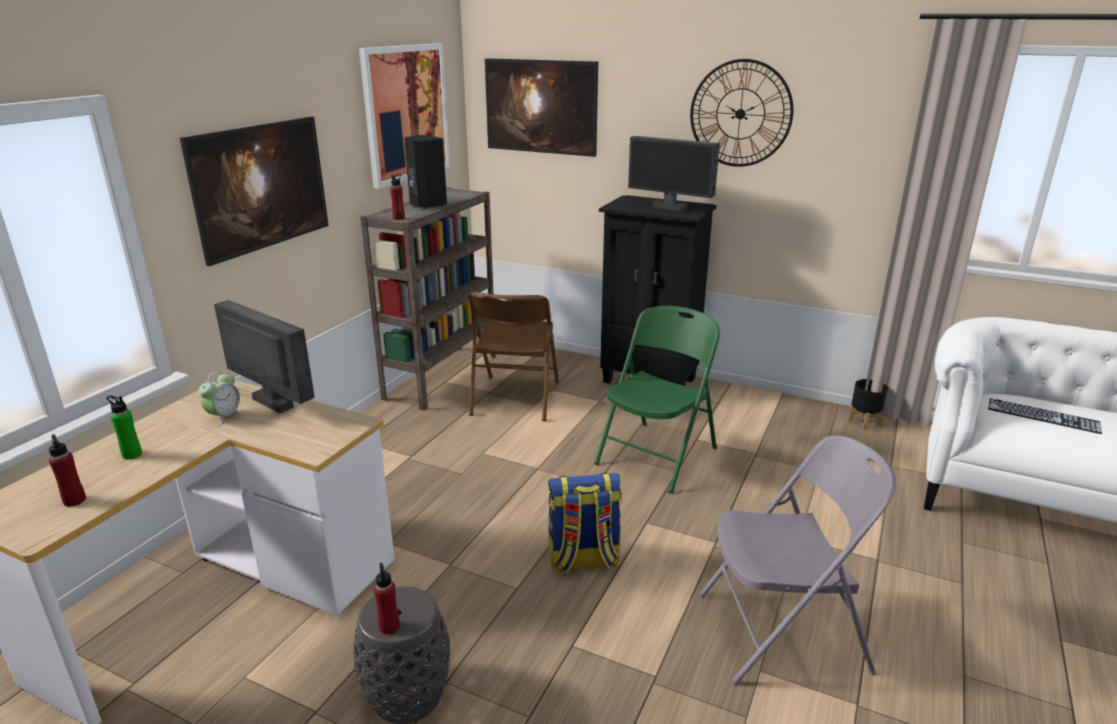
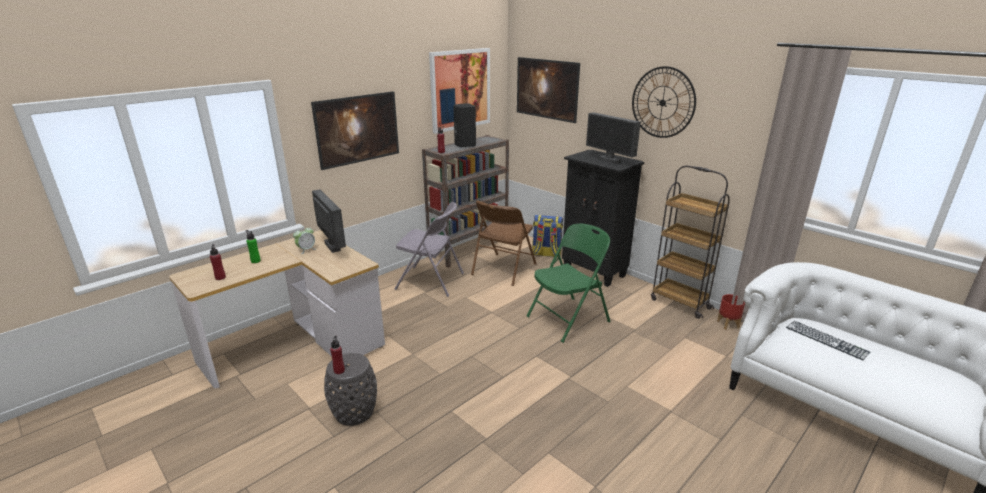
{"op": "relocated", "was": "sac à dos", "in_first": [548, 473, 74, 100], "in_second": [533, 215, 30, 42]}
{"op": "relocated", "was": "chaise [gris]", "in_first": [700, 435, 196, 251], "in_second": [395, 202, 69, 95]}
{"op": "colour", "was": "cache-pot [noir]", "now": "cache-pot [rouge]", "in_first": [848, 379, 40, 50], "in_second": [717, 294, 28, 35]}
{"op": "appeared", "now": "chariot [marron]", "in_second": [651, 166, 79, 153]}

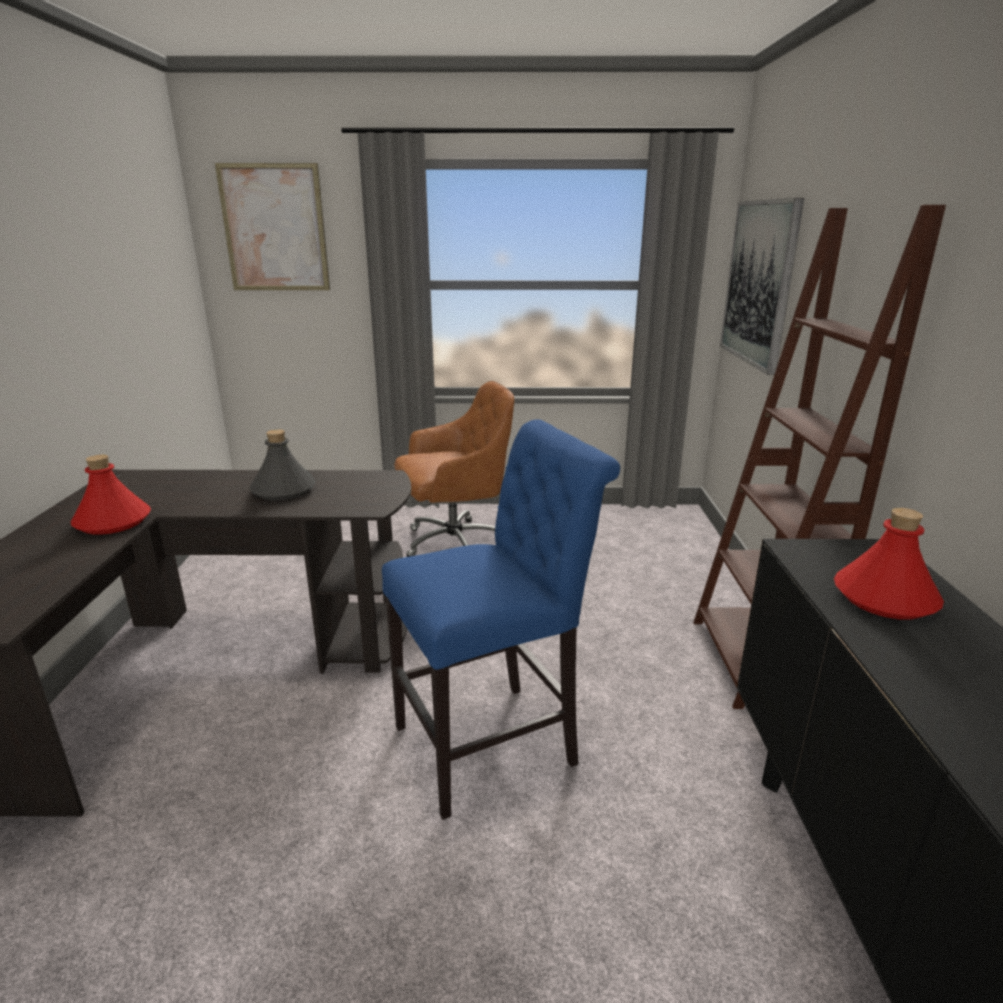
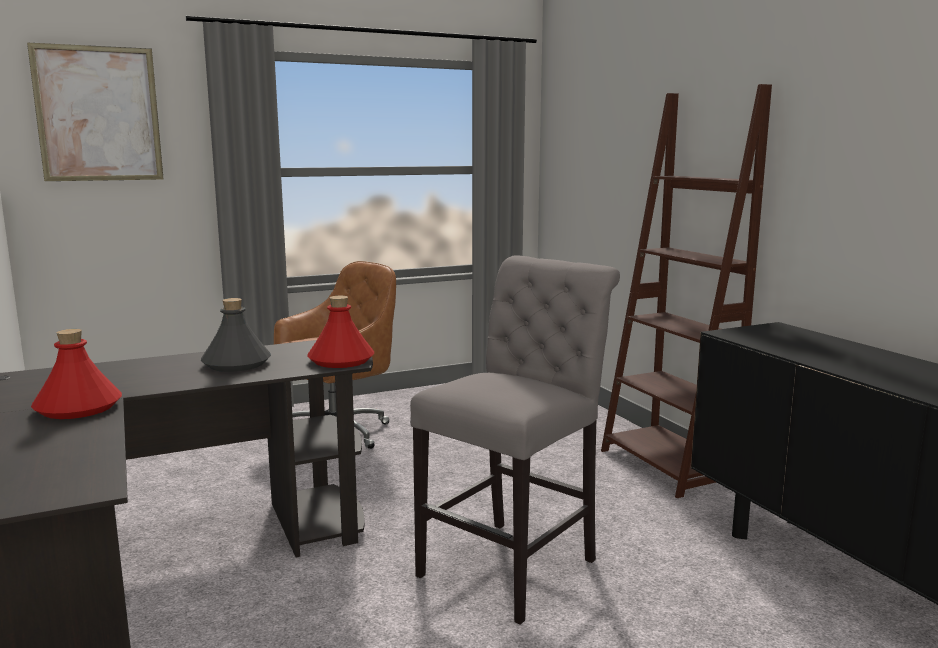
{"op": "colour", "was": "tabouret [bleu]", "now": "tabouret [gris]", "in_first": [382, 419, 238, 401], "in_second": [410, 255, 210, 370]}
{"op": "missing", "was": "tableau", "in_first": [720, 198, 85, 177]}
{"op": "relocated", "was": "bouteille [rouge]", "in_first": [834, 508, 110, 111], "in_second": [307, 296, 67, 72]}

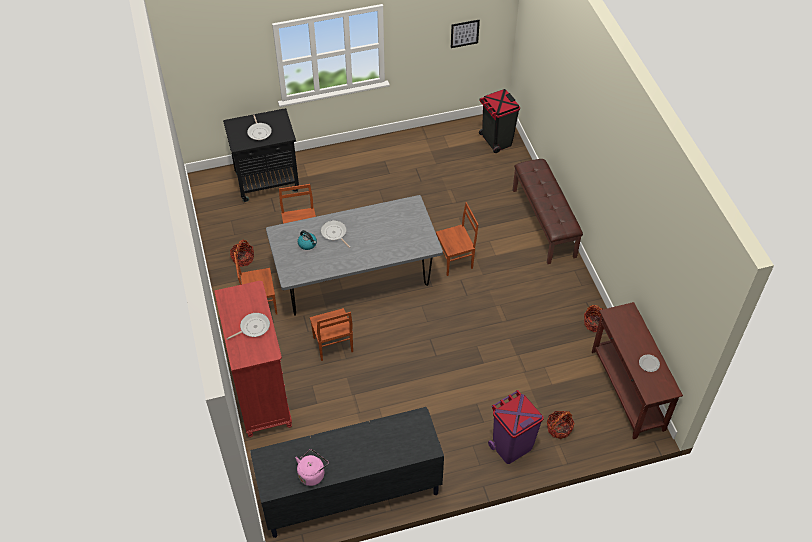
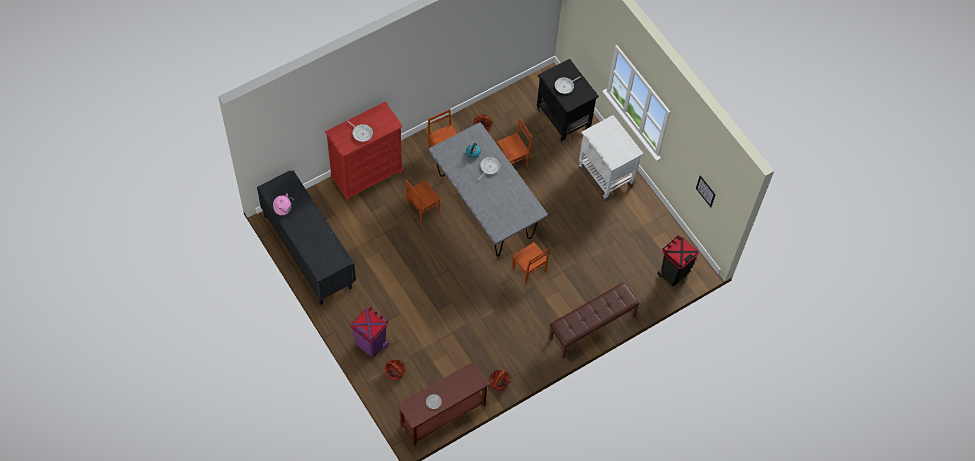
{"op": "appeared", "now": "chariot [blanc]", "in_second": [579, 115, 65, 84]}

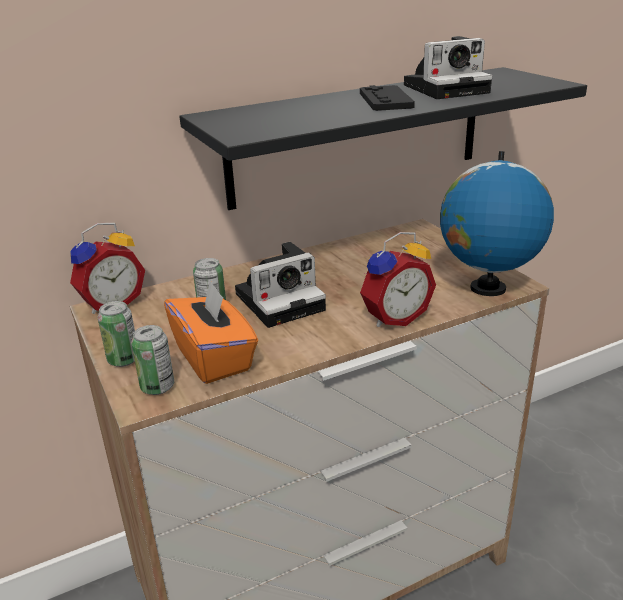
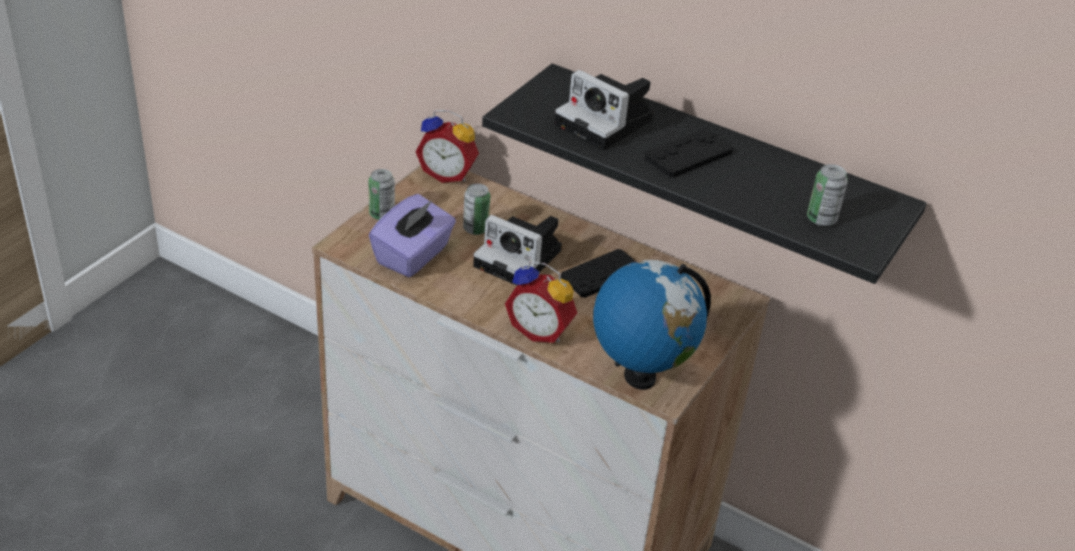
{"op": "relocated", "was": "boîte métallique", "in_first": [131, 325, 43, 70], "in_second": [807, 164, 41, 62]}
{"op": "colour", "was": "boîte à mouchoirs [orange]", "now": "boîte à mouchoirs [violet]", "in_first": [164, 279, 94, 105], "in_second": [369, 194, 87, 83]}
{"op": "relocated", "was": "appareil photo", "in_first": [404, 36, 88, 63], "in_second": [555, 70, 98, 80]}
{"op": "appeared", "now": "manette [noir]", "in_second": [561, 249, 75, 49]}

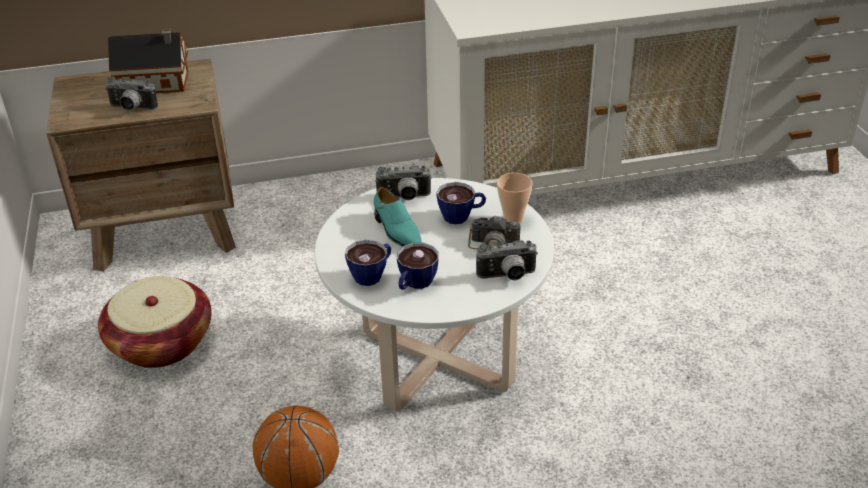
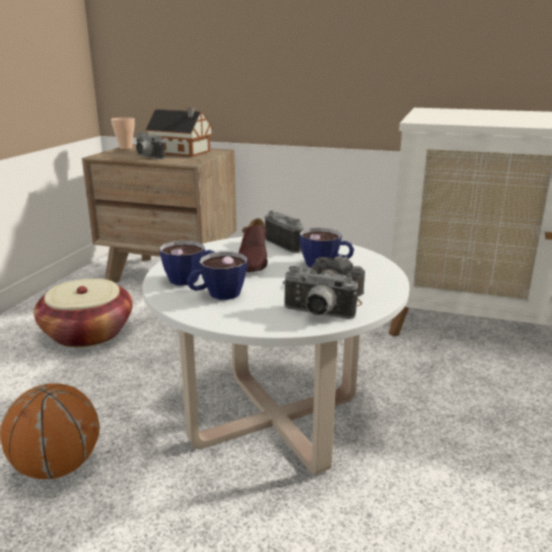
{"op": "colour", "was": "chaussure [turquoise]", "now": "chaussure [marron]", "in_first": [374, 187, 47, 60], "in_second": [239, 218, 29, 54]}
{"op": "spun", "was": "appareil photo", "in_first": [375, 166, 57, 34], "in_second": [265, 211, 38, 42], "clockwise": -150}
{"op": "relocated", "was": "tasse", "in_first": [497, 173, 36, 51], "in_second": [111, 117, 24, 32]}

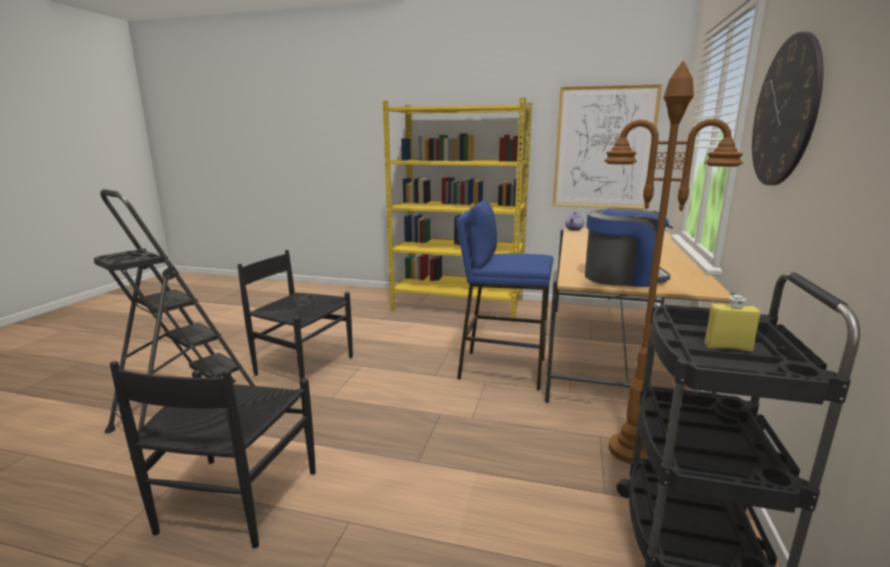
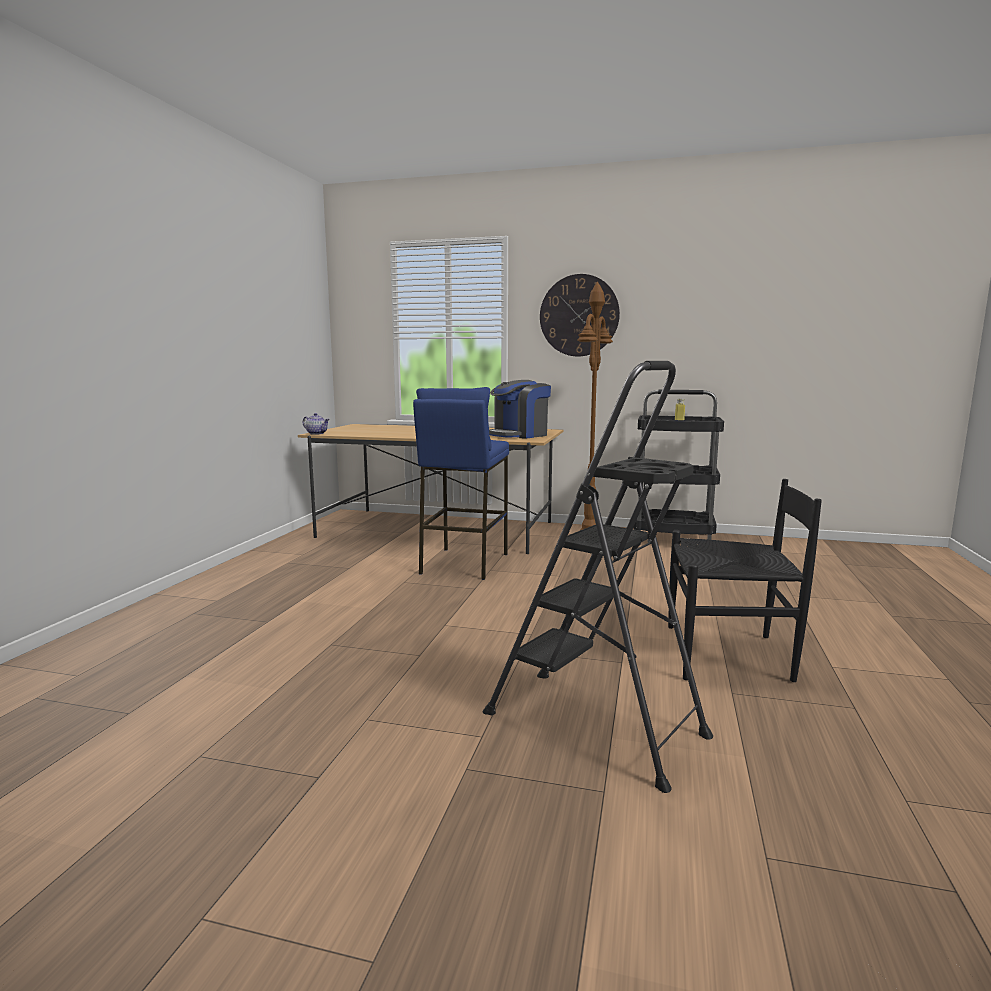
{"op": "missing", "was": "chaise [noir]", "in_first": [238, 250, 115, 130]}
{"op": "missing", "was": "bibliothèque [jaune]", "in_first": [383, 98, 149, 224]}
{"op": "missing", "was": "tableau", "in_first": [552, 84, 110, 125]}
{"op": "spun", "was": "machine à café", "in_first": [585, 208, 88, 79], "in_second": [489, 380, 62, 59], "clockwise": -135}

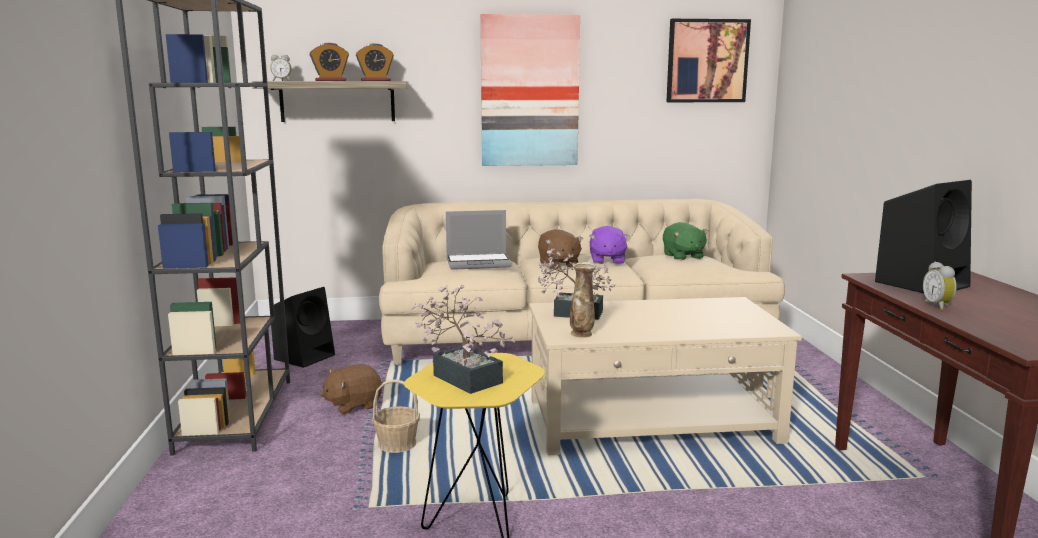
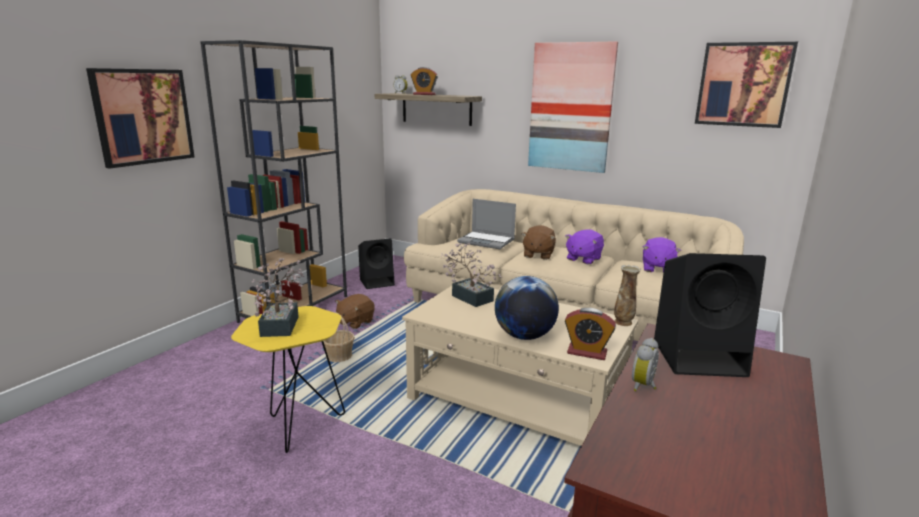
{"op": "spun", "was": "peluche [marron]", "in_first": [320, 364, 62, 51], "in_second": [335, 294, 40, 35], "clockwise": -60}
{"op": "relocated", "was": "réveil", "in_first": [356, 43, 38, 38], "in_second": [565, 308, 51, 52]}
{"op": "relocated", "was": "vase", "in_first": [570, 262, 27, 76], "in_second": [614, 265, 27, 61]}
{"op": "colour", "was": "peluche [vert]", "now": "peluche [violet]", "in_first": [663, 222, 46, 38], "in_second": [643, 237, 38, 36]}
{"op": "appeared", "now": "tableau", "in_second": [86, 68, 108, 101]}
{"op": "appeared", "now": "globe", "in_second": [495, 276, 64, 64]}

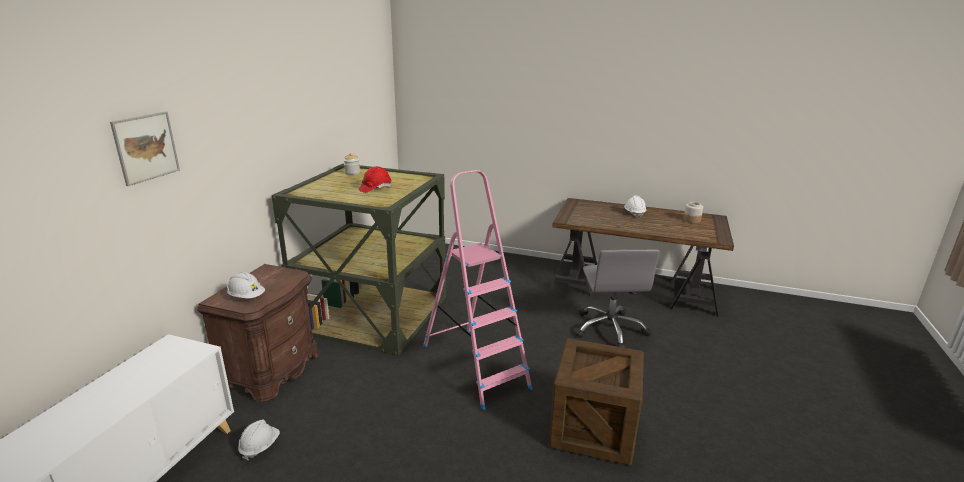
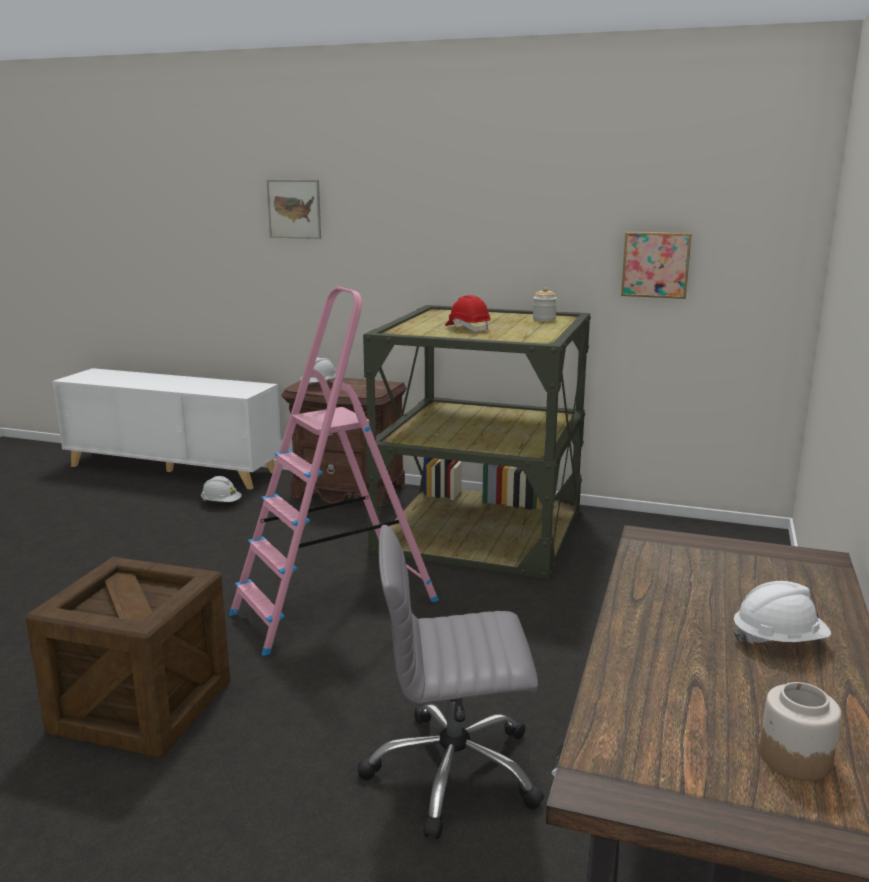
{"op": "appeared", "now": "tableau", "in_second": [621, 231, 71, 68]}

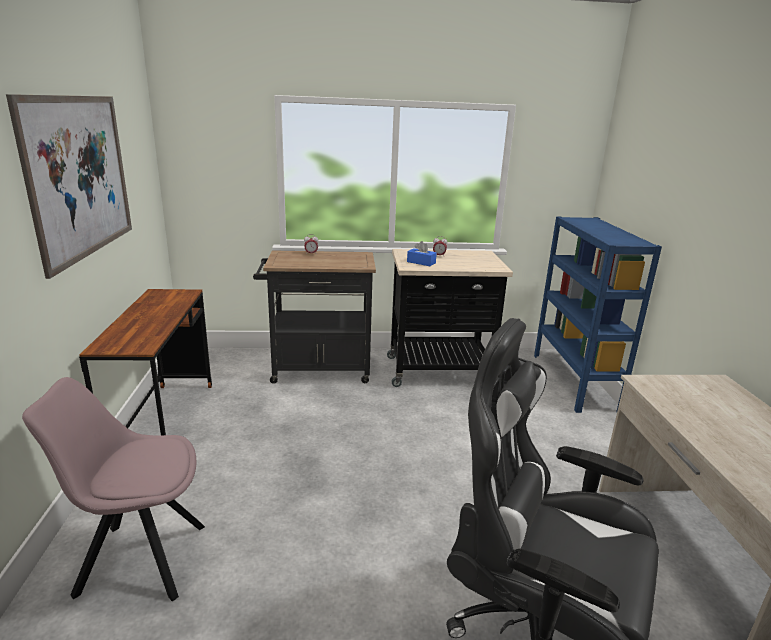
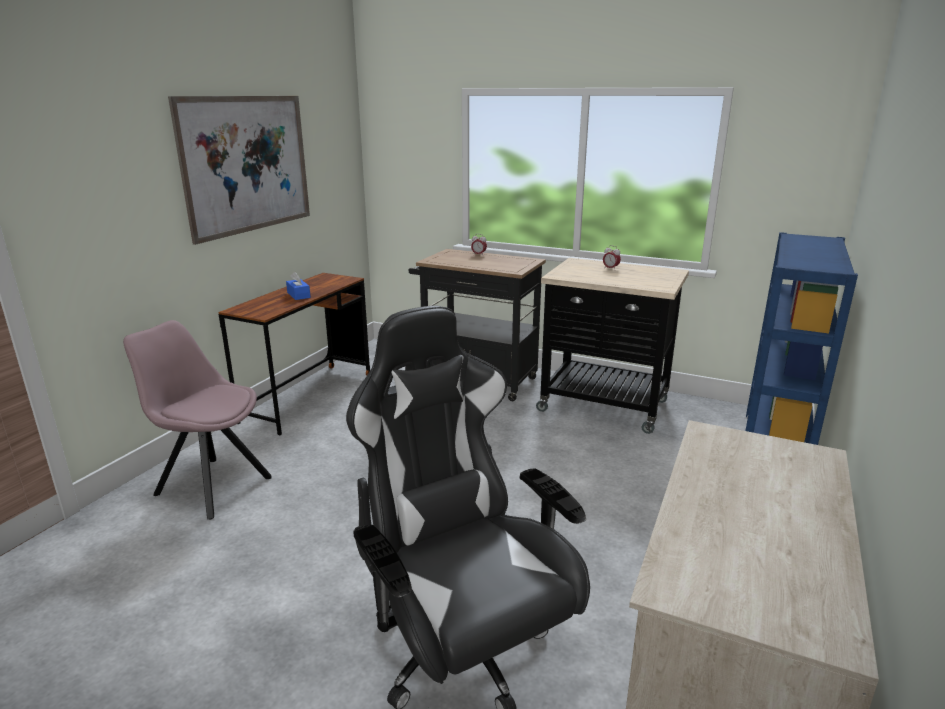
{"op": "relocated", "was": "boîte à mouchoirs [bleu]", "in_first": [407, 241, 30, 25], "in_second": [286, 272, 25, 28]}

